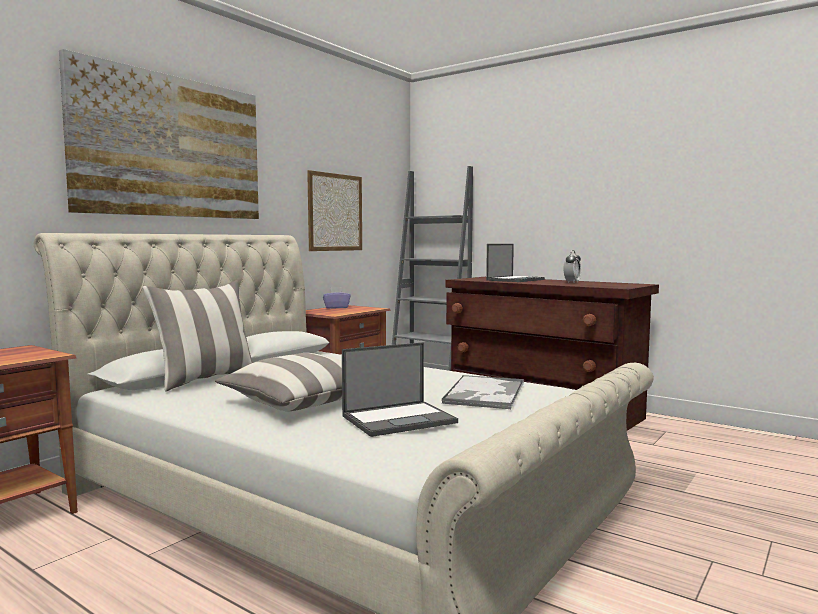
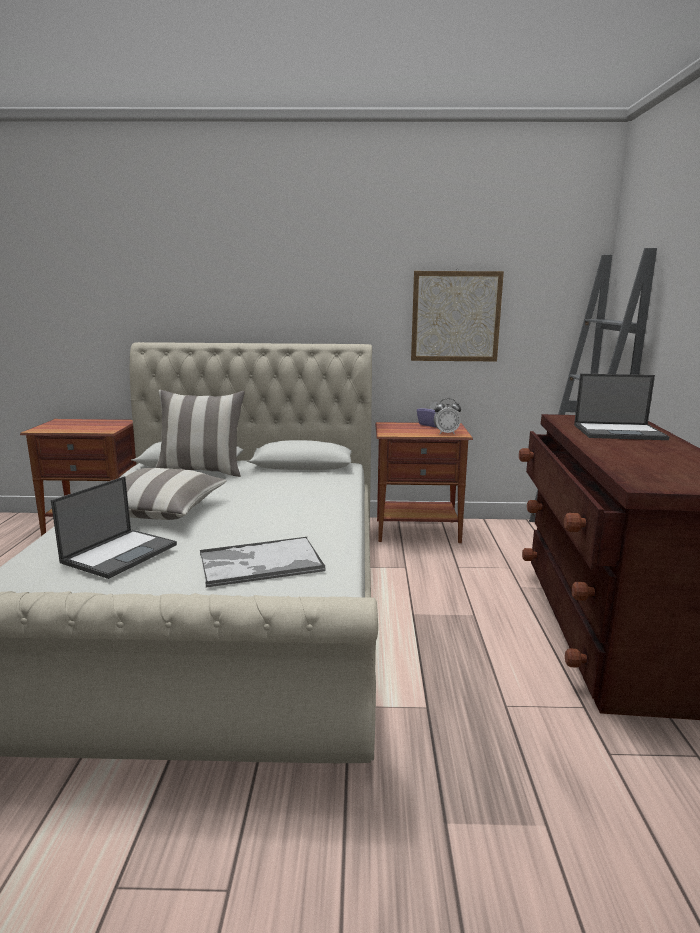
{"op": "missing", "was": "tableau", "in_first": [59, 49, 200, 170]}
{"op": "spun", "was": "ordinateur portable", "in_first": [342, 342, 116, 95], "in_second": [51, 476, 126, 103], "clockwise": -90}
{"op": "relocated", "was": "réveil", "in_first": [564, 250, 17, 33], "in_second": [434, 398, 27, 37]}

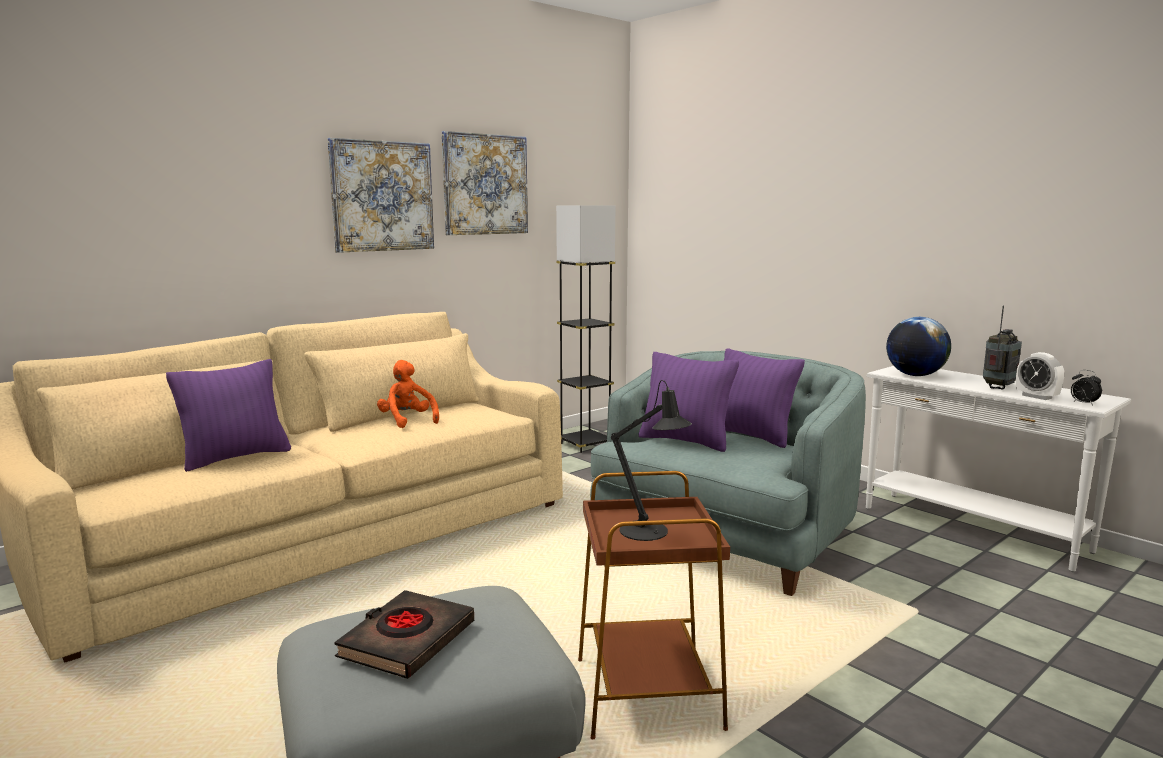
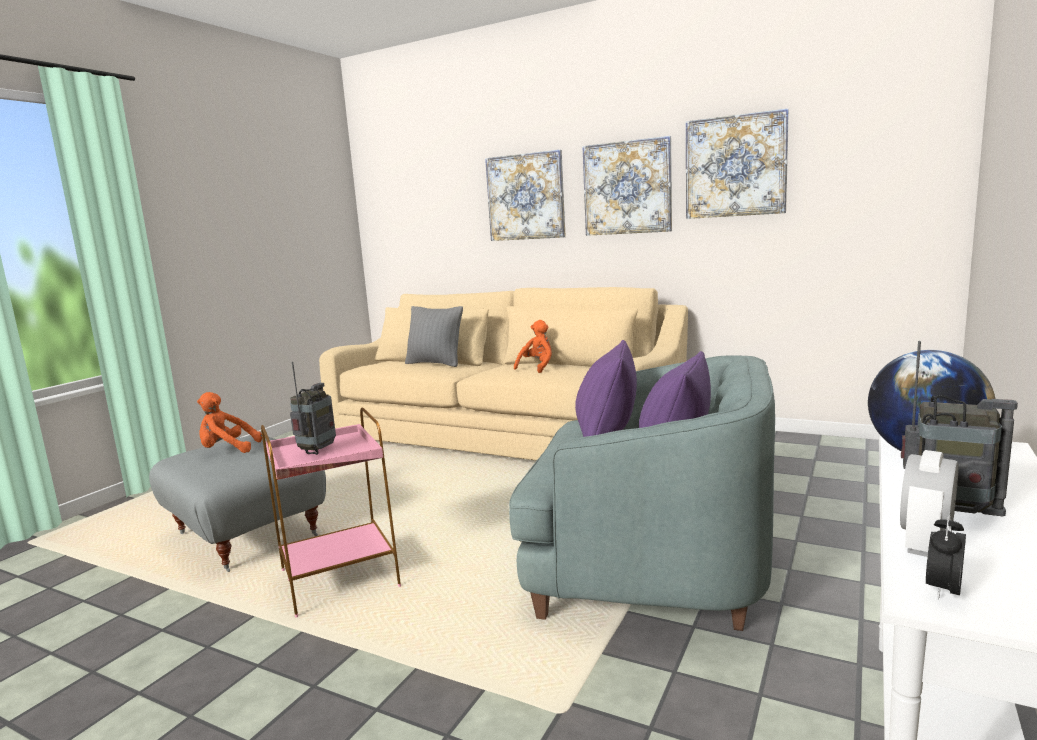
{"op": "colour", "was": "coussin [violet]", "now": "coussin [gris]", "in_first": [166, 359, 125, 113], "in_second": [405, 306, 58, 61]}
{"op": "exchanged", "was": "livre [noir]", "now": "peluche [orange]", "in_first": [334, 590, 140, 89], "in_second": [197, 392, 65, 61]}
{"op": "missing", "was": "lampadaire [gris]", "in_first": [556, 205, 59, 248]}
{"op": "colour", "was": "table d'appoint [marron]", "now": "table d'appoint [rose]", "in_first": [578, 471, 152, 268], "in_second": [261, 407, 140, 211]}
{"op": "exchanged", "was": "lampe de table [noir]", "now": "radio", "in_first": [611, 380, 81, 161], "in_second": [290, 362, 46, 93]}
{"op": "appeared", "now": "tableau", "in_second": [485, 150, 81, 91]}

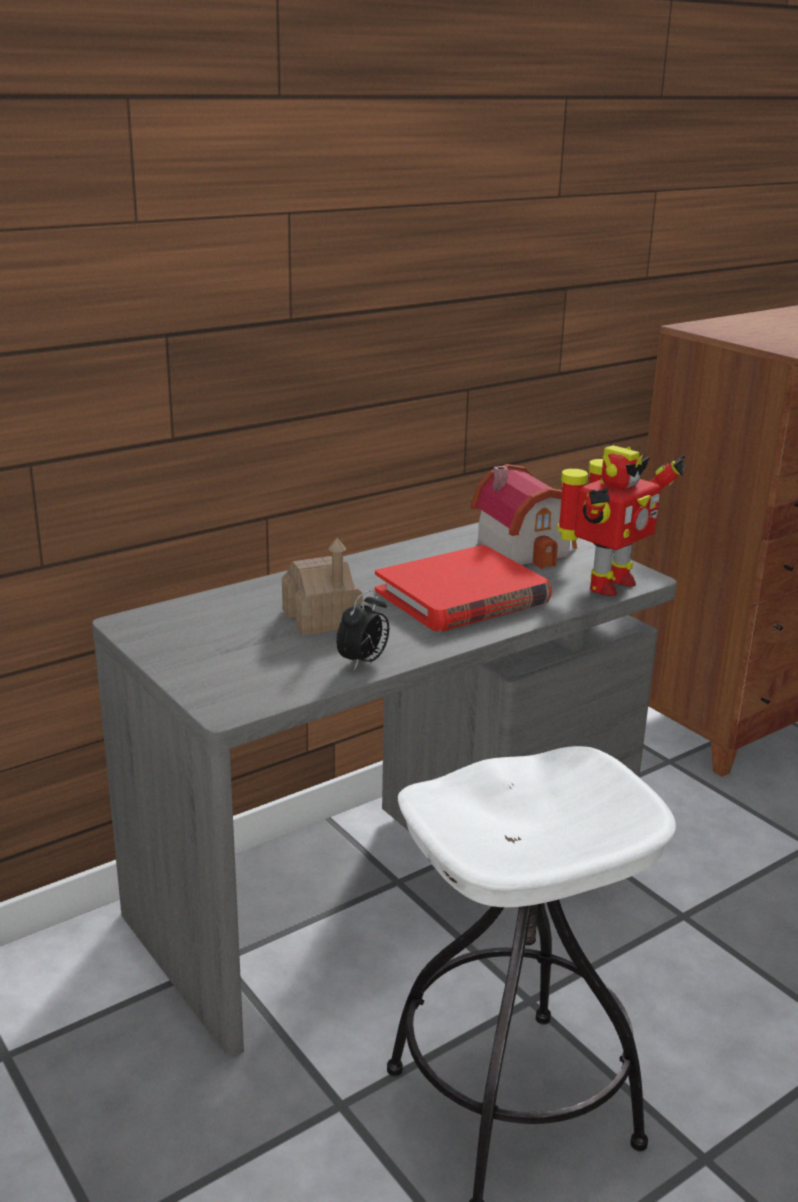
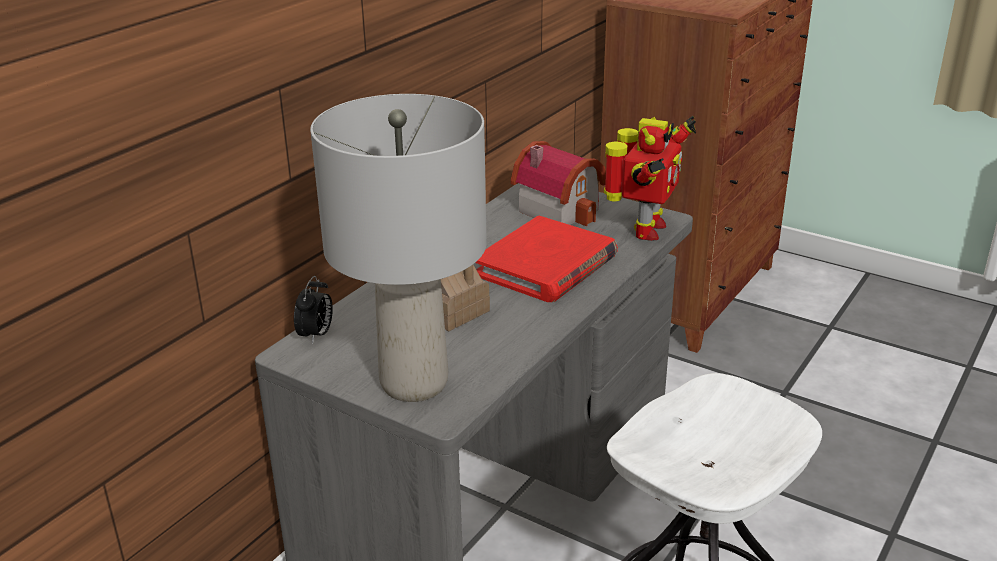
{"op": "relocated", "was": "réveil", "in_first": [336, 590, 53, 80], "in_second": [294, 276, 39, 68]}
{"op": "appeared", "now": "lampe de table [gris]", "in_second": [310, 94, 177, 308]}

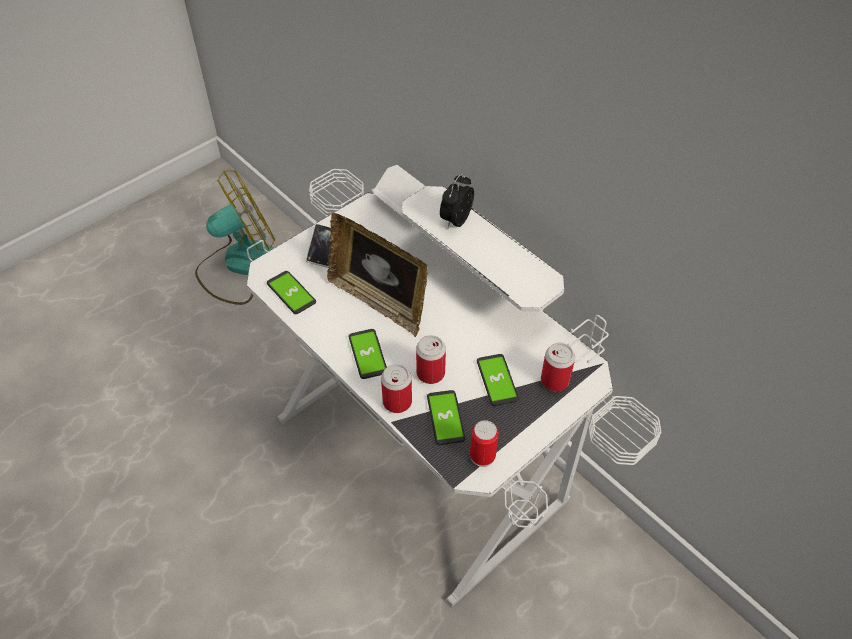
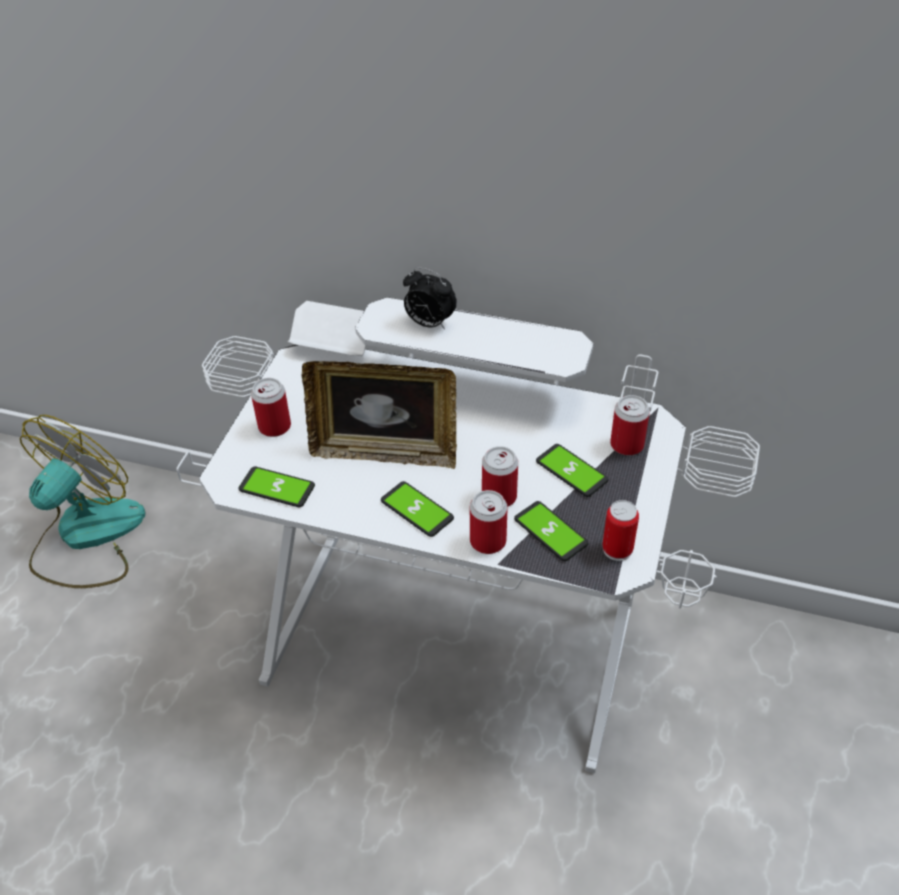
{"op": "exchanged", "was": "téléphone", "now": "boîte métallique", "in_first": [306, 224, 25, 44], "in_second": [251, 378, 40, 59]}
{"op": "spun", "was": "réveil", "in_first": [440, 173, 34, 55], "in_second": [403, 267, 54, 63], "clockwise": -60}

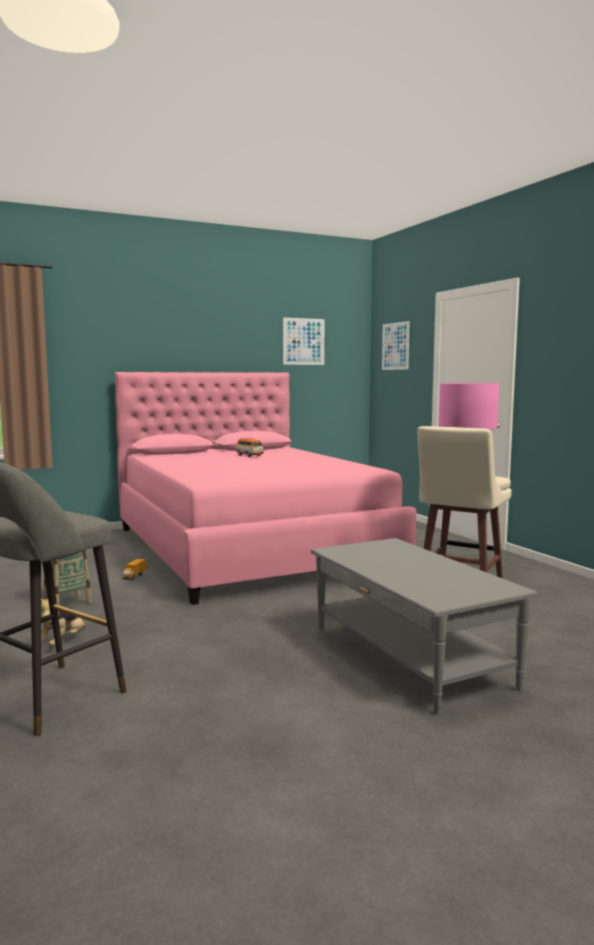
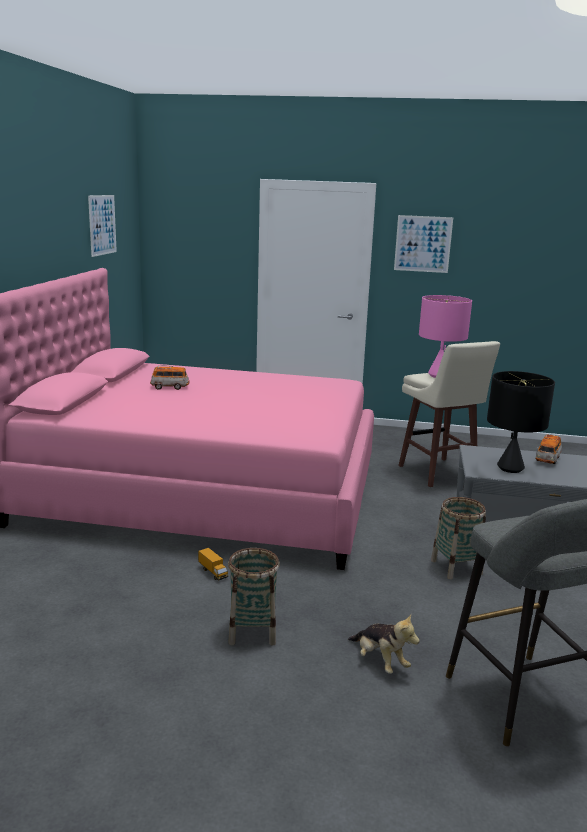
{"op": "relocated", "was": "tableau", "in_first": [382, 321, 28, 49], "in_second": [394, 215, 59, 58]}
{"op": "appeared", "now": "panier", "in_second": [431, 497, 55, 82]}
{"op": "appeared", "now": "lampe de table [noir]", "in_second": [487, 371, 68, 102]}
{"op": "appeared", "now": "petite voiture", "in_second": [536, 434, 26, 30]}

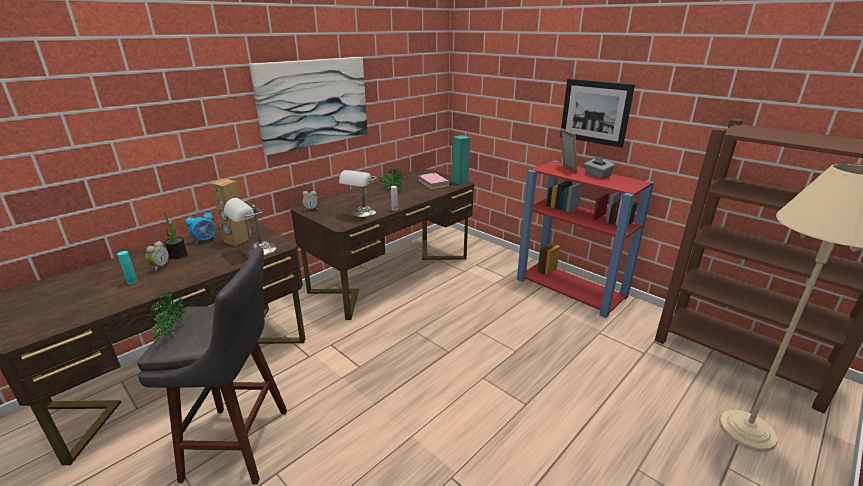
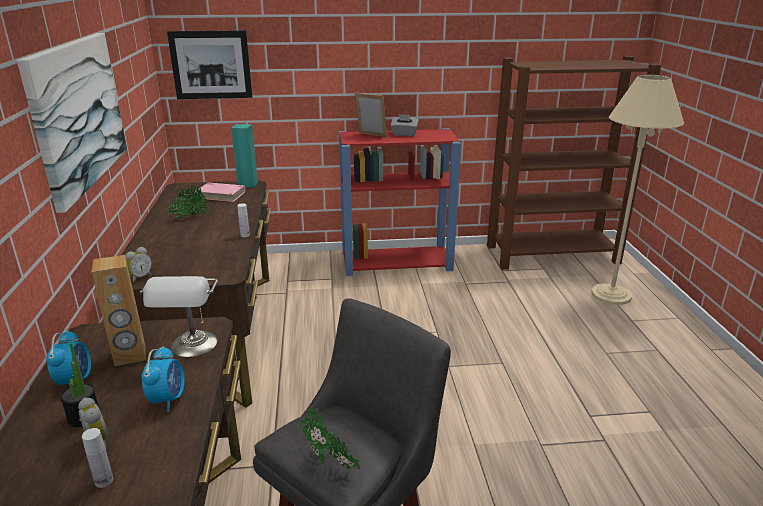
{"op": "colour", "was": "bouteille [turquoise]", "now": "bouteille [blanc]", "in_first": [117, 251, 21, 33], "in_second": [82, 428, 31, 60]}
{"op": "missing", "was": "lampe de table [blanc]", "in_first": [339, 170, 38, 47]}
{"op": "relocated", "was": "tableau", "in_first": [560, 79, 75, 69], "in_second": [167, 30, 85, 69]}
{"op": "appeared", "now": "réveil", "in_second": [141, 346, 44, 66]}

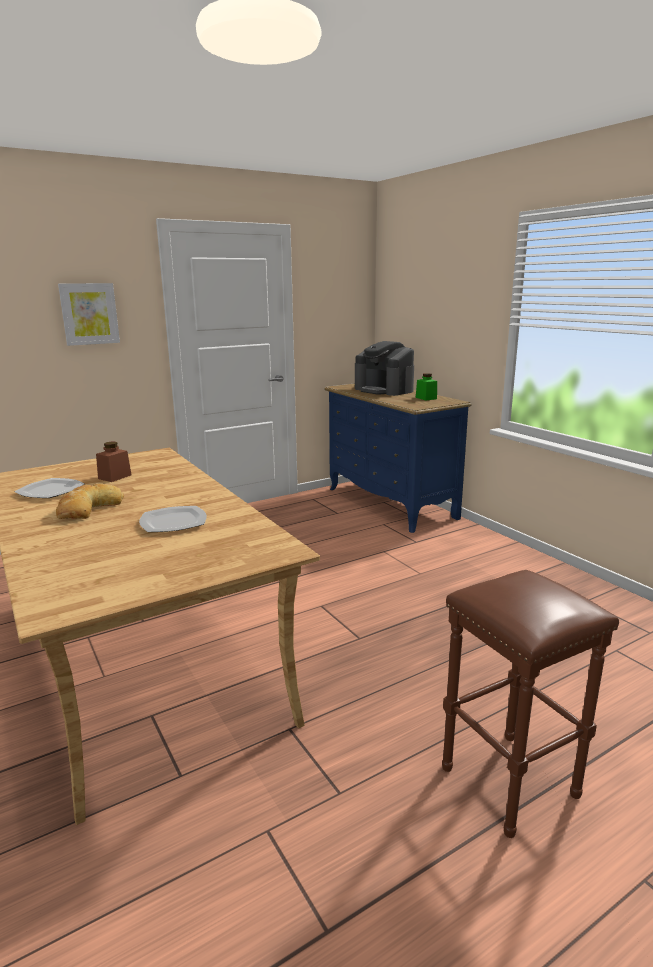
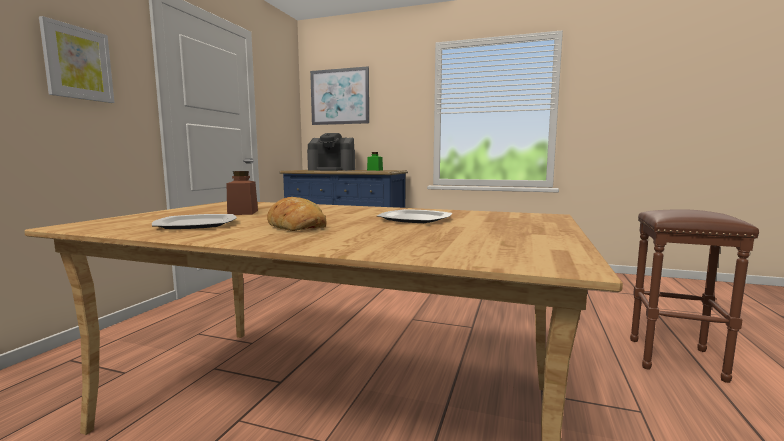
{"op": "appeared", "now": "tableau", "in_second": [310, 66, 59, 59]}

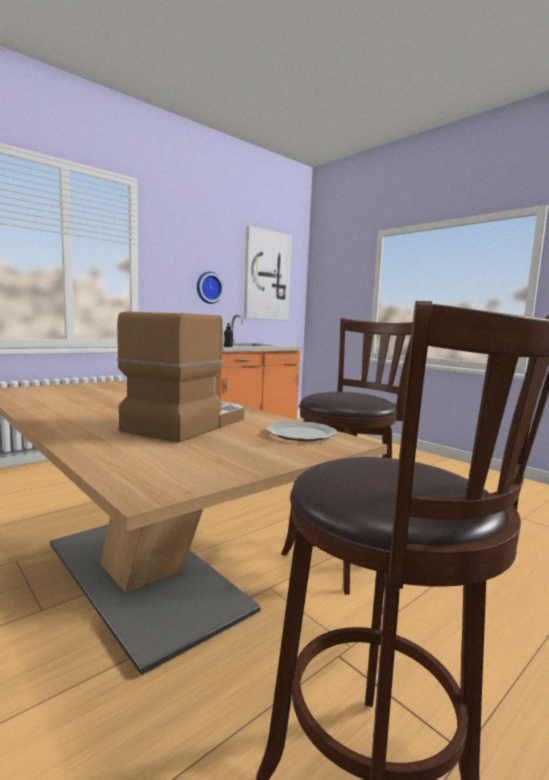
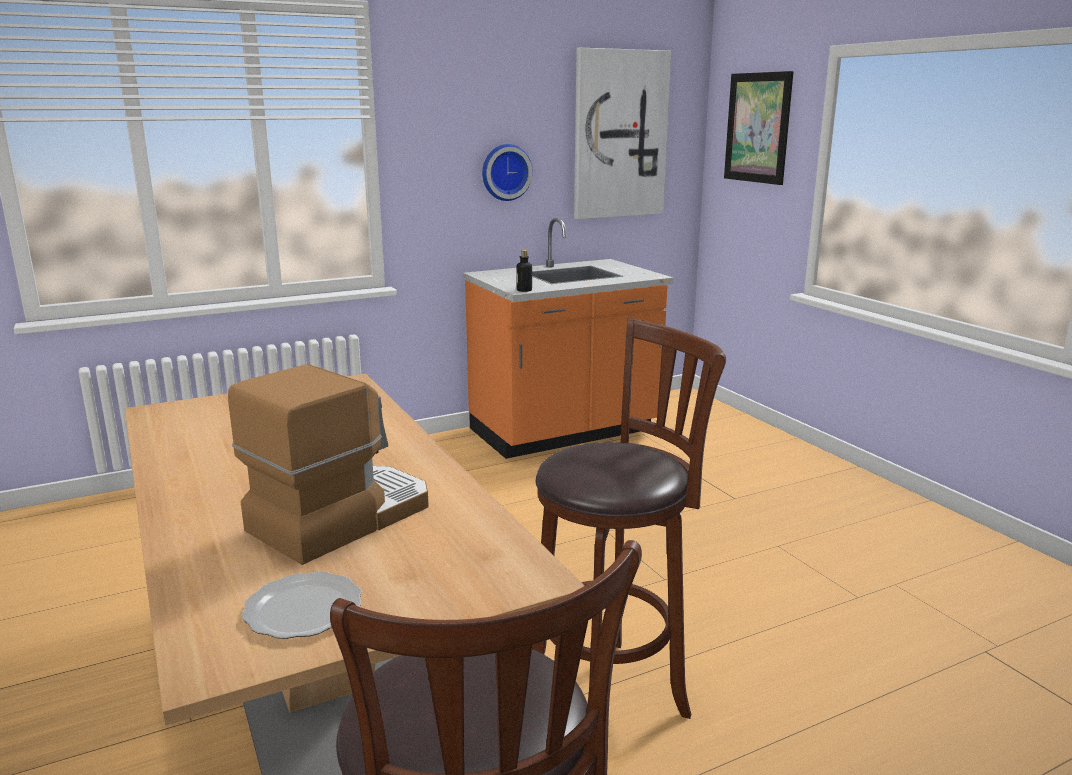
{"op": "relocated", "was": "assiette", "in_first": [265, 421, 72, 20], "in_second": [242, 572, 120, 67]}
{"op": "appeared", "now": "tableau", "in_second": [724, 71, 70, 114]}

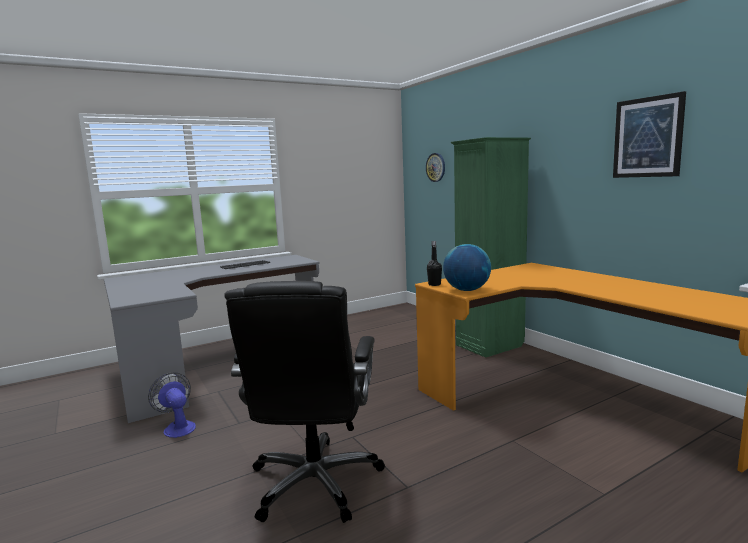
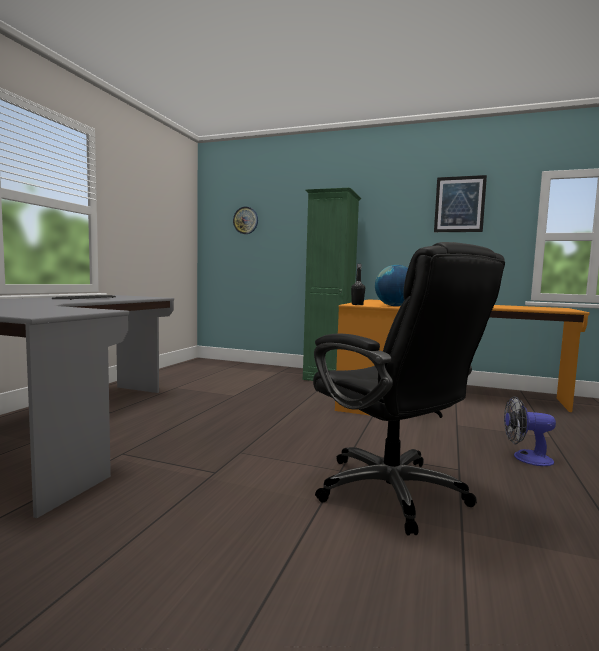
{"op": "relocated", "was": "ventilateur", "in_first": [148, 372, 48, 66], "in_second": [504, 396, 52, 70]}

